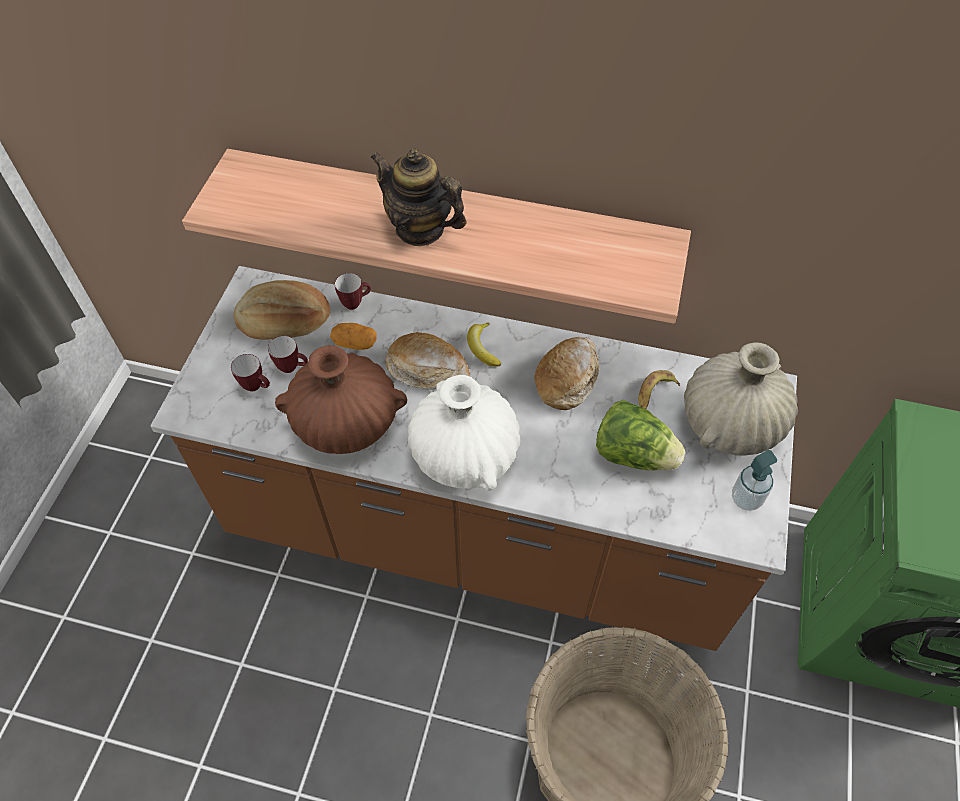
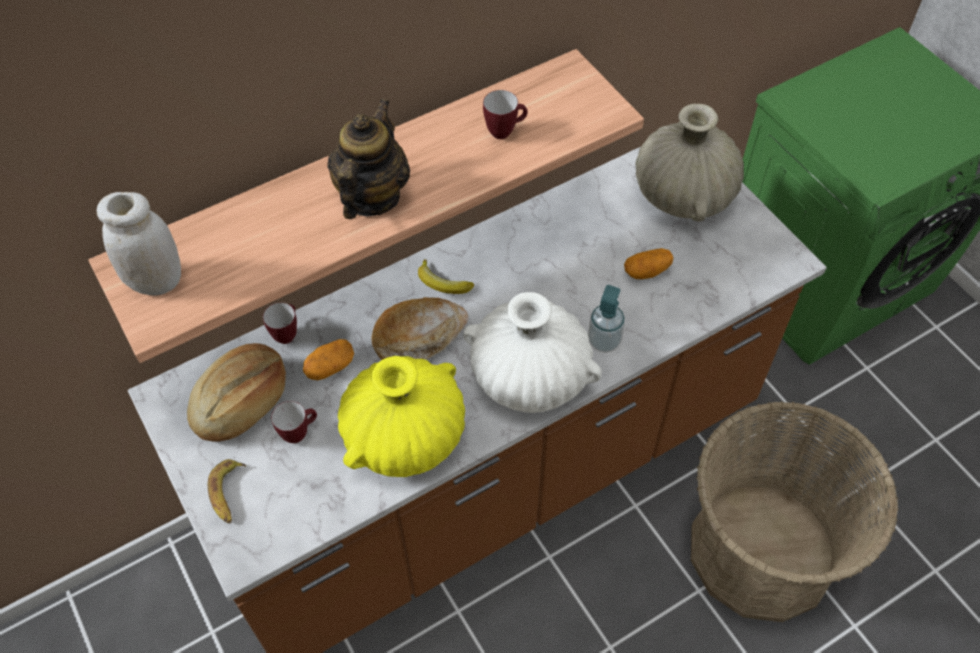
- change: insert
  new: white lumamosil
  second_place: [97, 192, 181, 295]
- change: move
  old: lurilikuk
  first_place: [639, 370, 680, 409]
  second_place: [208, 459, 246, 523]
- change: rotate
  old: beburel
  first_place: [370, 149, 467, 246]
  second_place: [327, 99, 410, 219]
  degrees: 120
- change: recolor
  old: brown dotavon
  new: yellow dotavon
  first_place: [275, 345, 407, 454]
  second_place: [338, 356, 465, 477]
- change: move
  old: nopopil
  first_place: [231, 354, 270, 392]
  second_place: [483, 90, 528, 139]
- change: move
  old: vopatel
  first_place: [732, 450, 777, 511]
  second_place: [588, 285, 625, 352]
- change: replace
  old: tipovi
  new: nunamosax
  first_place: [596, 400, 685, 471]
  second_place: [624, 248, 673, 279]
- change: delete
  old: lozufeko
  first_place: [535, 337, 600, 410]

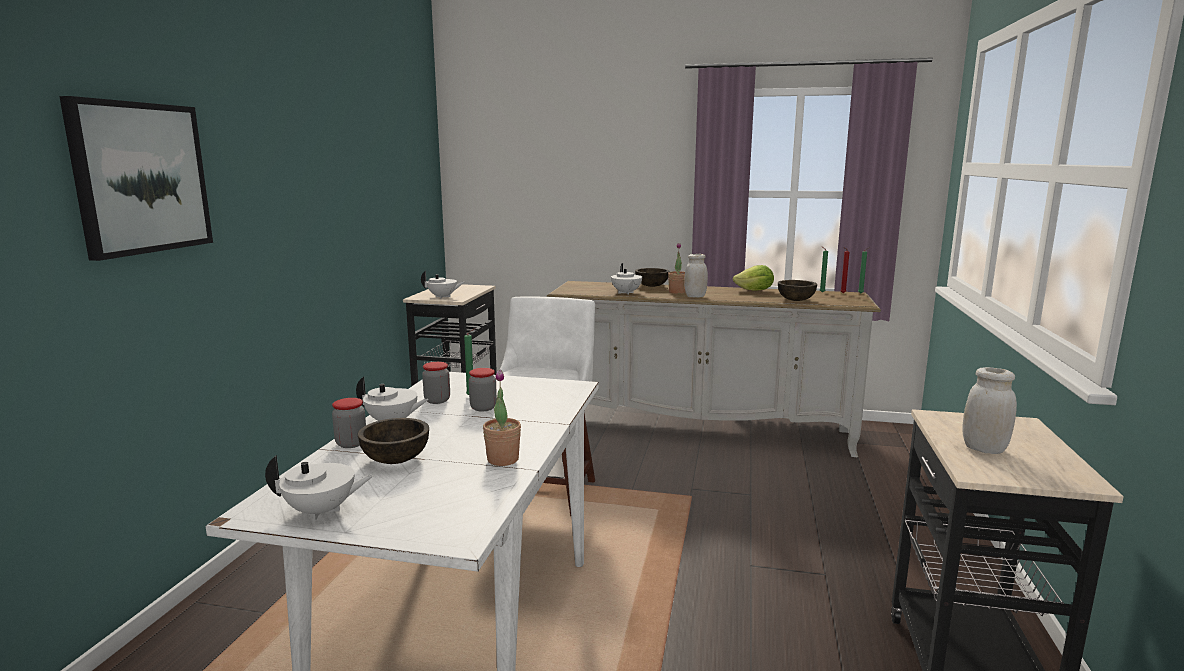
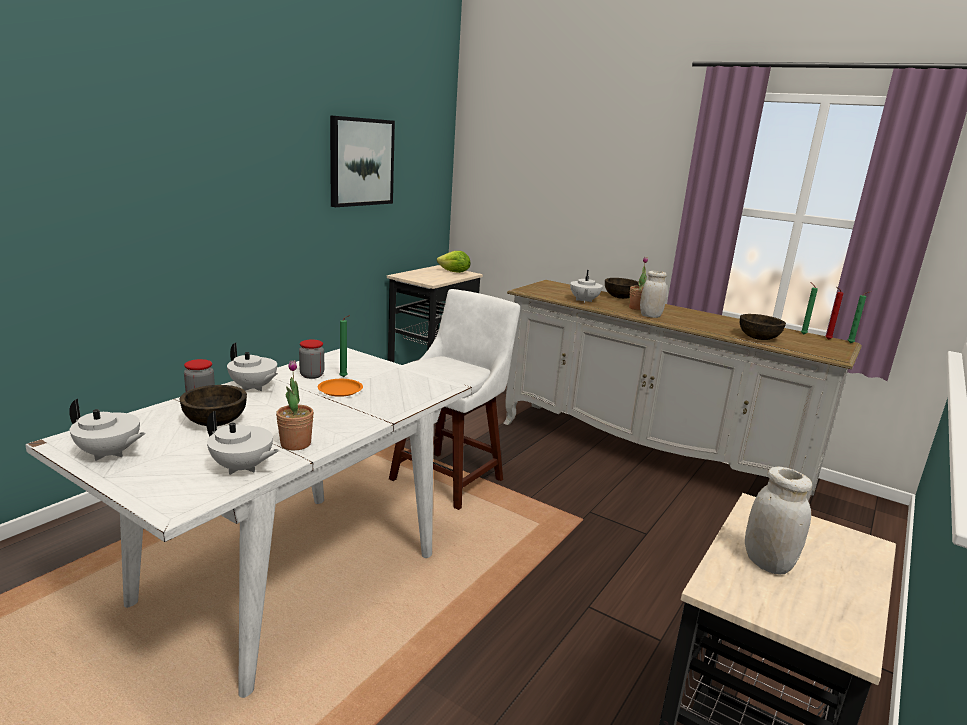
- change: move
  old: white beburel
  first_place: [421, 271, 464, 299]
  second_place: [207, 411, 279, 475]
- change: replace
  old: lumamosil
  new: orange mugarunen
  first_place: [469, 368, 497, 411]
  second_place: [318, 379, 363, 397]
- change: move
  old: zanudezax
  first_place: [59, 96, 213, 261]
  second_place: [330, 115, 395, 207]
- change: move
  old: tipovi
  first_place: [733, 265, 774, 291]
  second_place: [437, 251, 470, 273]

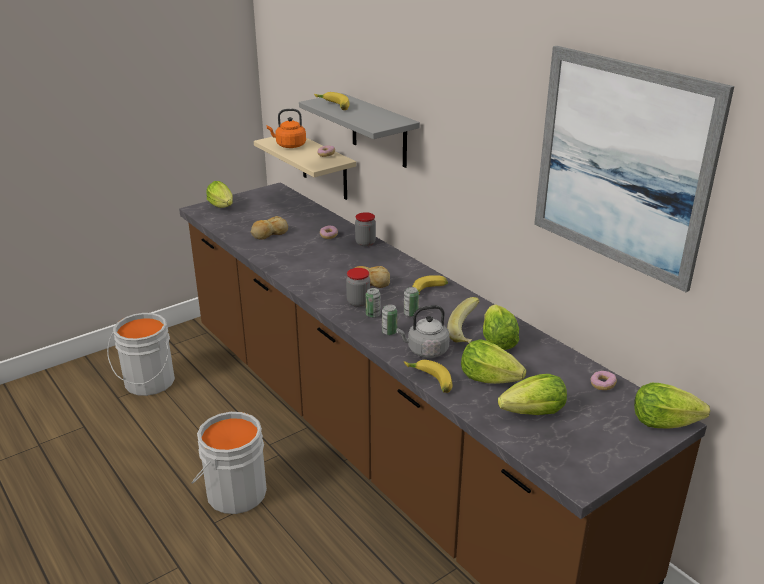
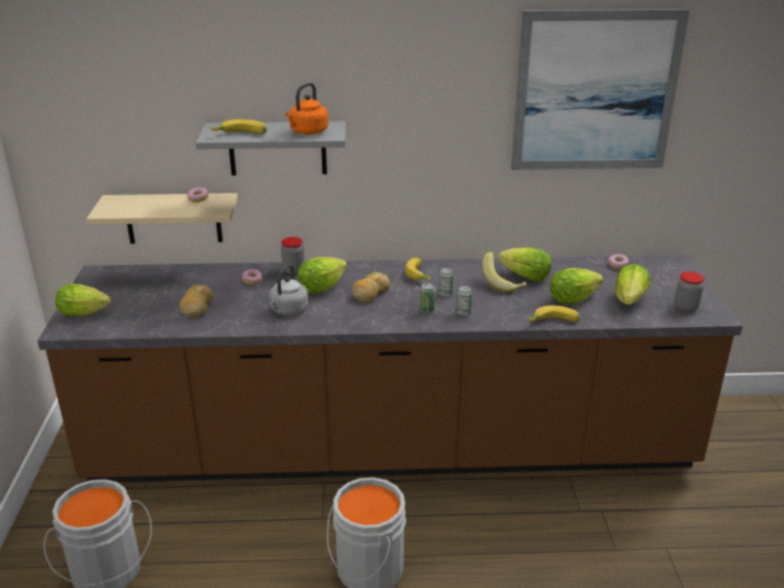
- change: move
  old: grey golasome
  first_place: [396, 305, 450, 358]
  second_place: [268, 264, 308, 315]
- change: move
  old: orange golasome
  first_place: [267, 109, 306, 148]
  second_place: [285, 83, 328, 135]
- change: move
  old: tipovi
  first_place: [634, 383, 710, 429]
  second_place: [297, 257, 347, 294]
- change: move
  old: lumamosil
  first_place: [346, 268, 370, 307]
  second_place: [674, 272, 704, 312]

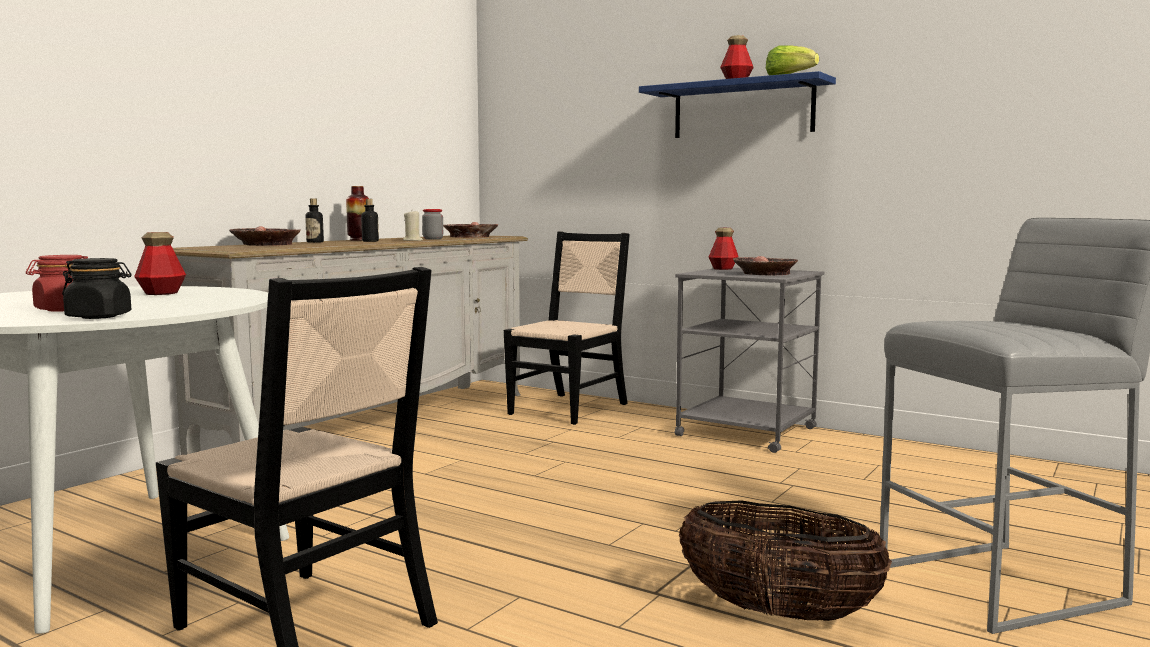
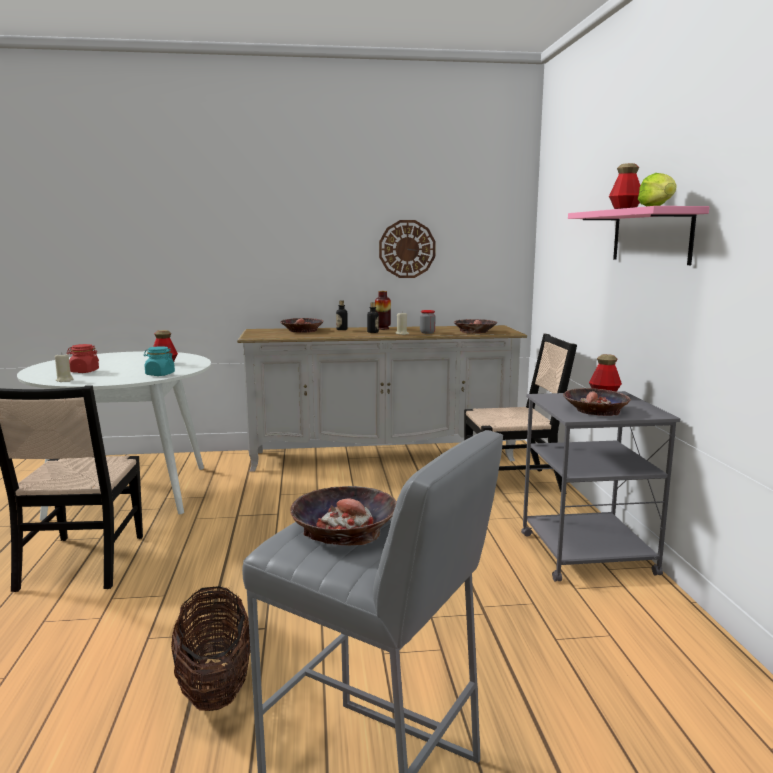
- change: replace
  old: black lumamosil
  new: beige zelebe
  first_place: [62, 258, 132, 319]
  second_place: [55, 354, 73, 382]
- change: insert
  new: turquoise lumamosil
  second_place: [144, 346, 175, 376]
- change: insert
  new: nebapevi
  second_place: [290, 486, 397, 545]
- change: insert
  new: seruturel
  second_place: [379, 220, 436, 278]
- change: recolor
  old: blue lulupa
  new: pink lulupa
  first_place: [639, 71, 836, 138]
  second_place: [568, 206, 709, 265]

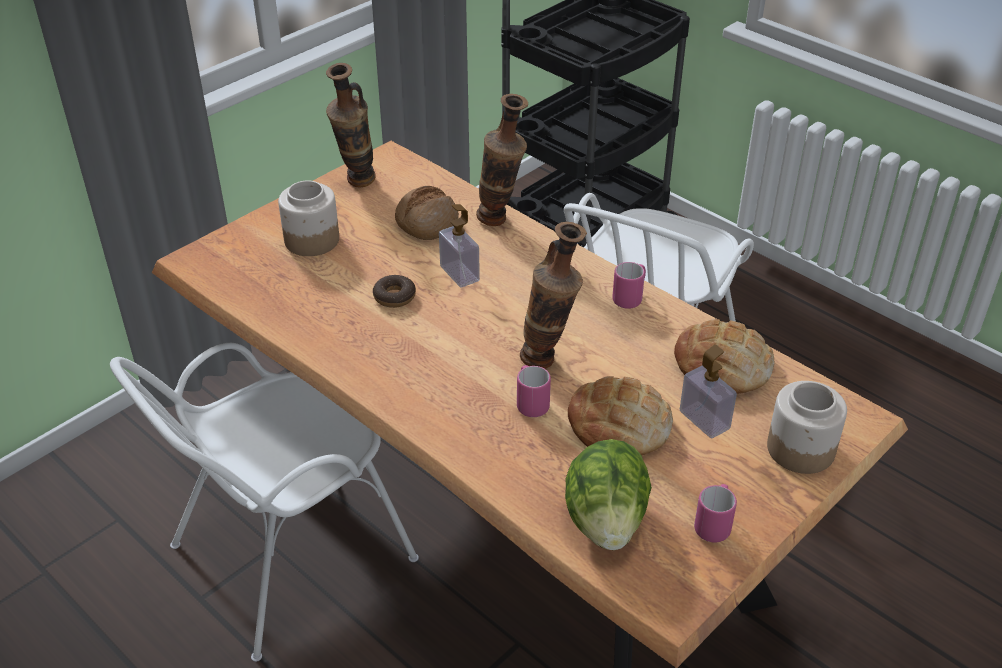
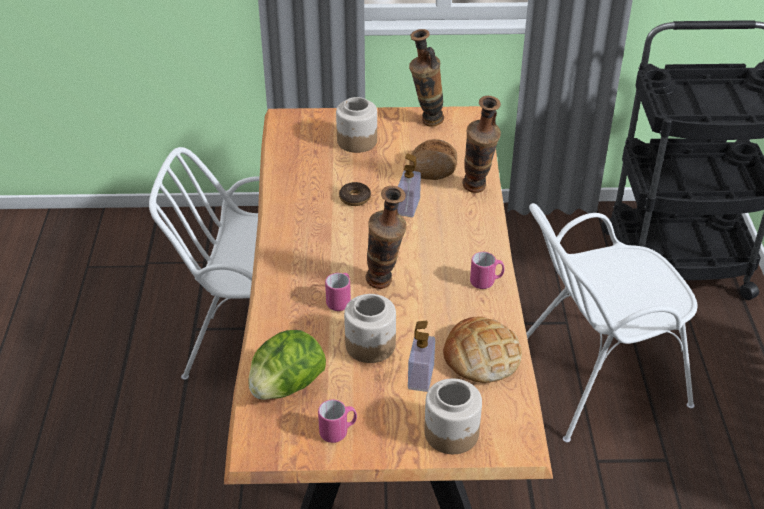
- change: replace
  old: lozufeko
  new: lumamosil
  first_place: [568, 376, 673, 455]
  second_place: [344, 294, 396, 363]

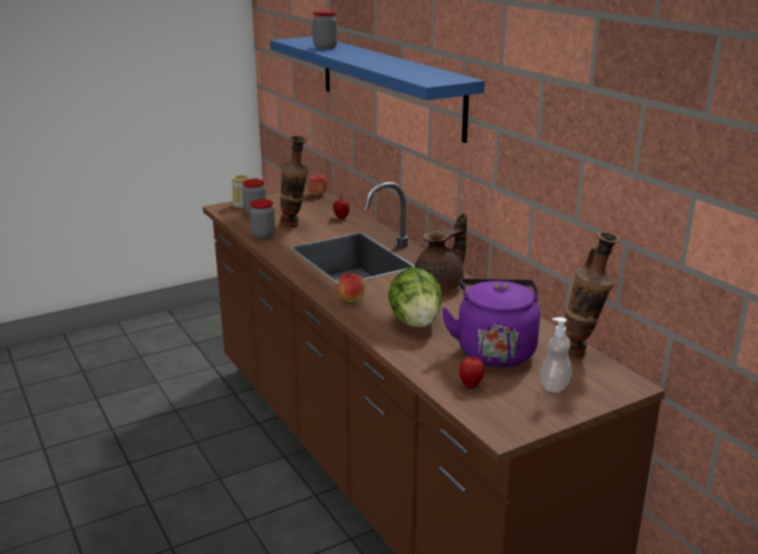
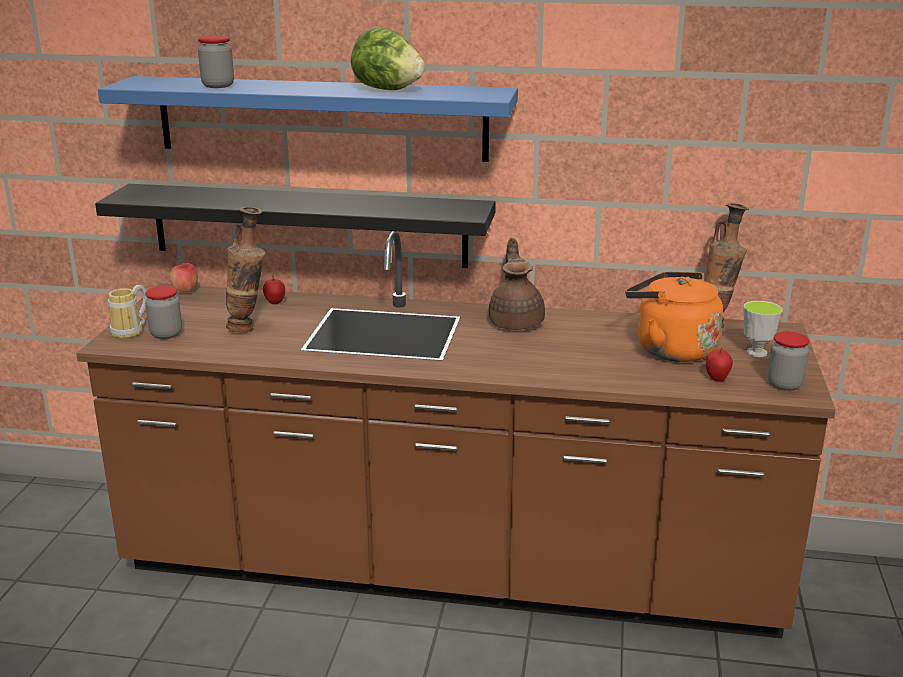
- change: insert
  new: black lulupa
  second_place: [95, 184, 496, 268]
- change: move
  old: tipovi
  first_place: [388, 267, 442, 328]
  second_place: [351, 27, 425, 90]
- change: recolor
  old: purple golasome
  new: orange golasome
  first_place: [441, 278, 540, 367]
  second_place: [625, 272, 723, 362]
- change: replace
  old: vopatel
  new: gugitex
  first_place: [541, 317, 572, 393]
  second_place: [744, 301, 783, 357]
- change: move
  old: lumamosil
  first_place: [249, 199, 275, 239]
  second_place: [767, 331, 810, 391]
- change: delete
  old: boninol
  first_place: [338, 273, 365, 302]

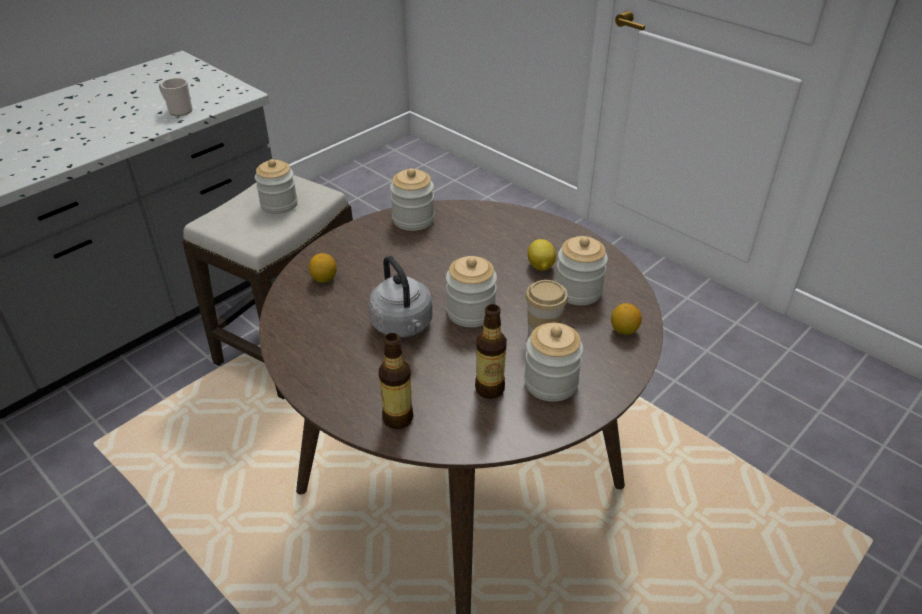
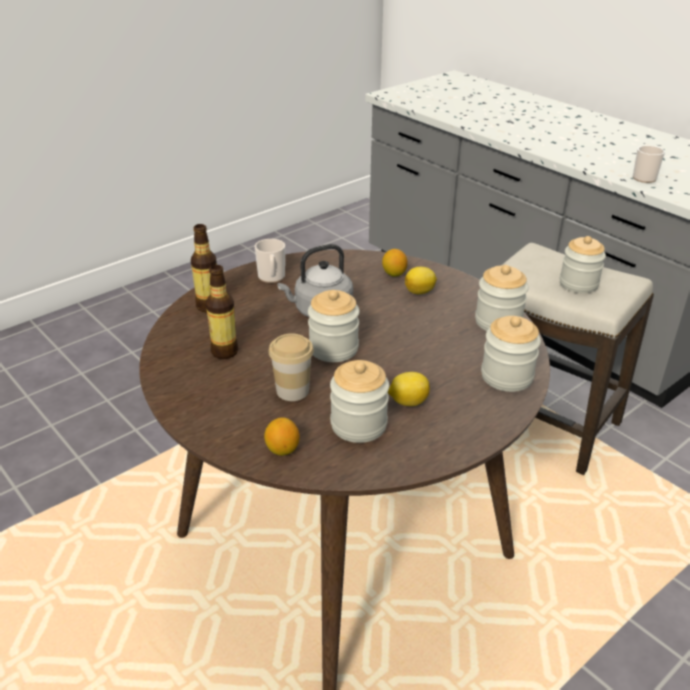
- change: insert
  new: nopopil
  second_place: [255, 239, 285, 283]
- change: insert
  new: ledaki
  second_place: [405, 267, 437, 294]
- change: move
  old: lumamosil
  first_place: [524, 323, 583, 402]
  second_place: [481, 316, 541, 392]

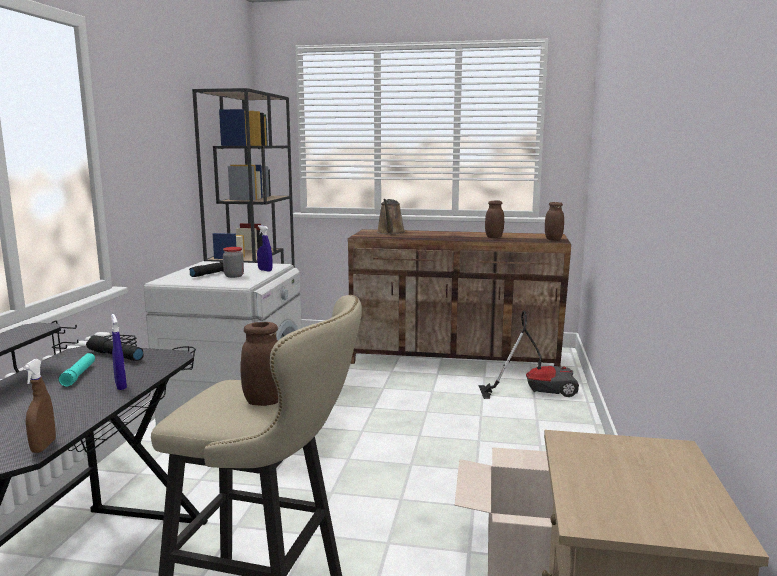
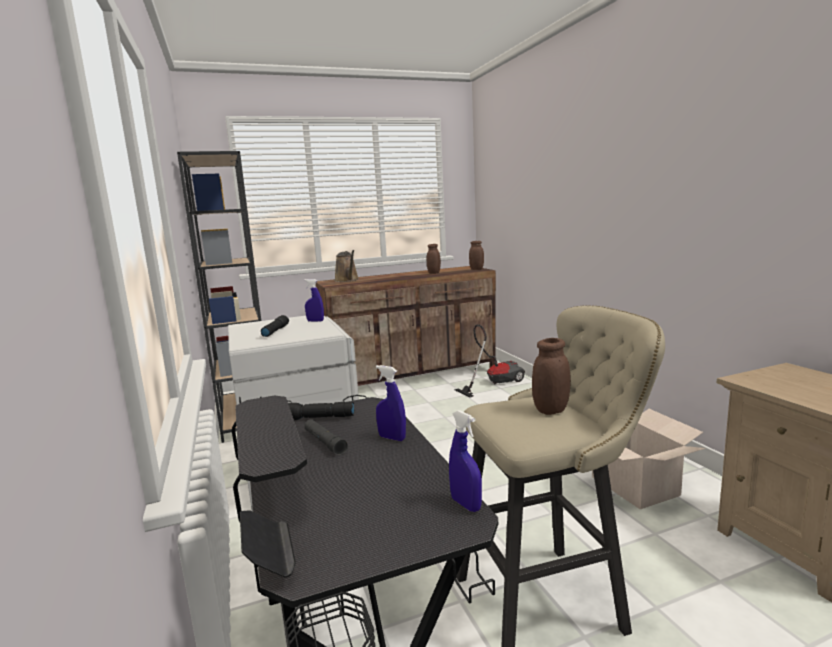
- change: recolor
  old: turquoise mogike
  new: black mogike
  first_place: [58, 353, 95, 387]
  second_place: [304, 419, 348, 455]
- change: recolor
  old: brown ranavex
  new: blue ranavex
  first_place: [23, 359, 56, 453]
  second_place: [449, 410, 482, 512]
- change: delete
  old: lumamosil
  first_place: [223, 247, 244, 278]

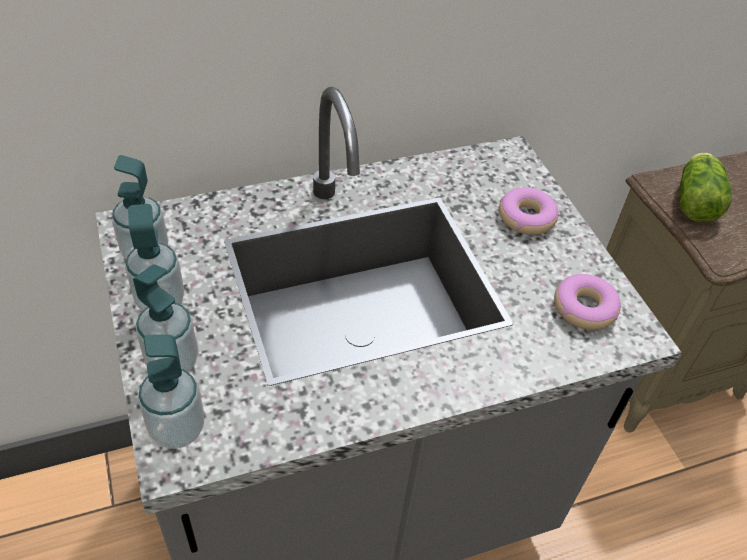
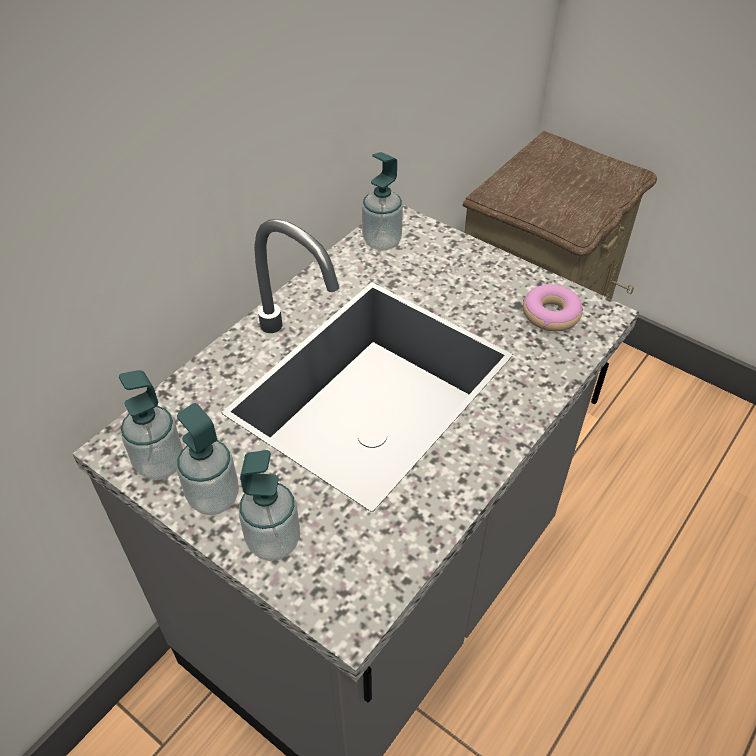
- change: move
  old: vopatel
  first_place: [138, 334, 204, 449]
  second_place: [362, 152, 403, 251]
- change: delete
  old: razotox
  first_place: [499, 187, 559, 235]
- change: delete
  old: tipovi
  first_place: [680, 152, 732, 223]

